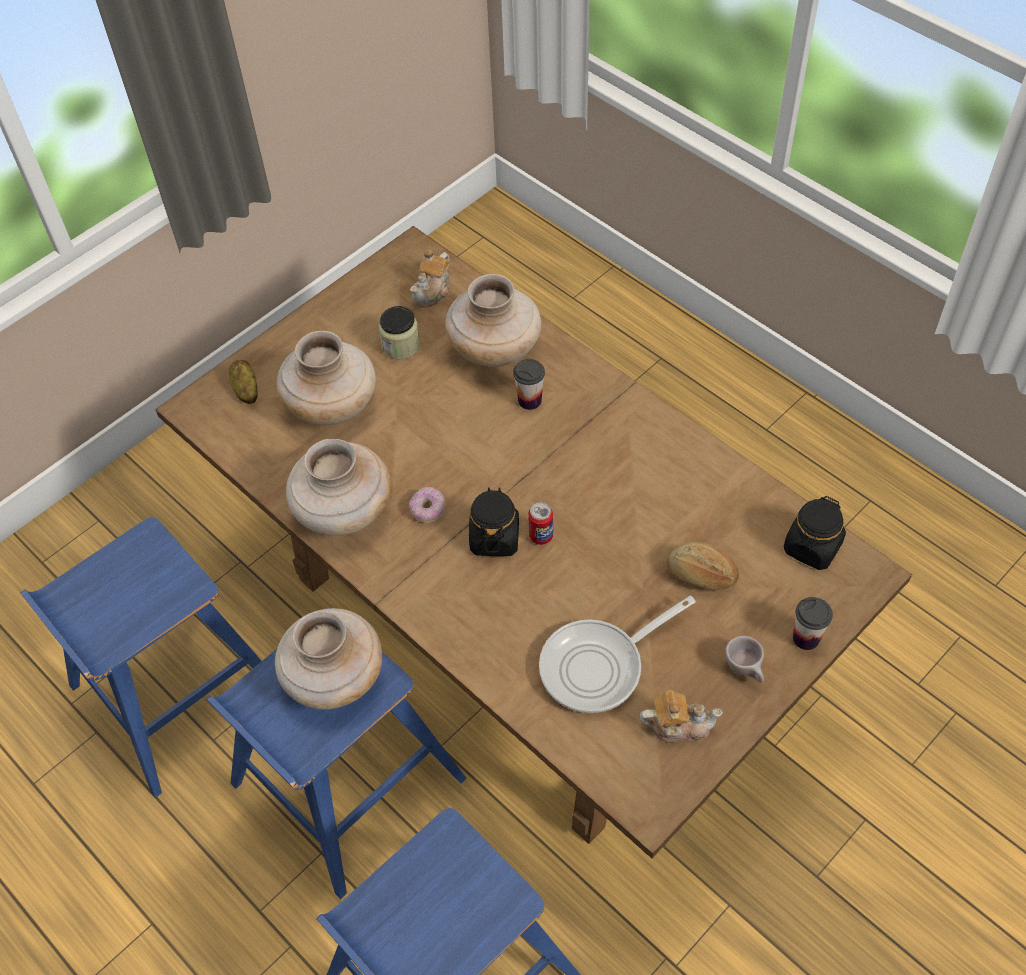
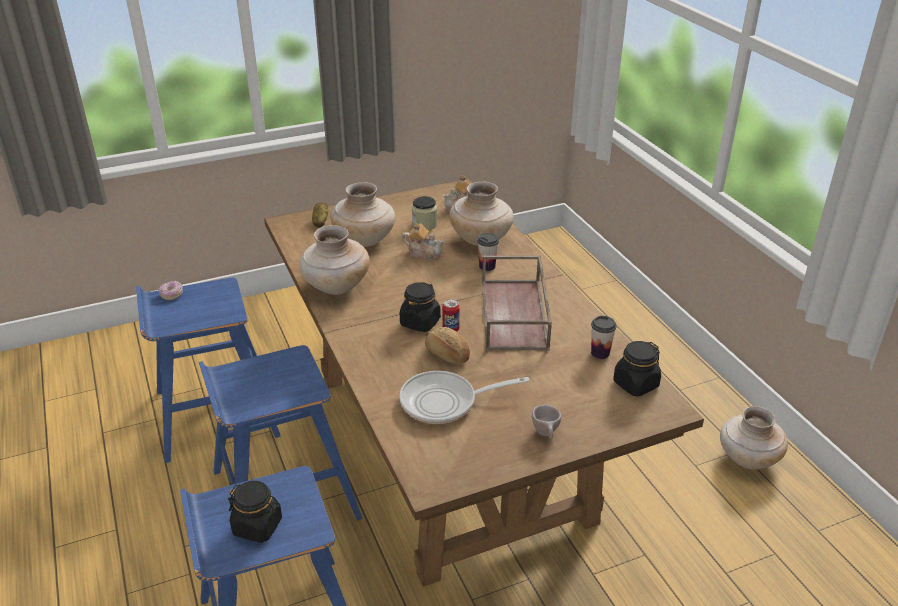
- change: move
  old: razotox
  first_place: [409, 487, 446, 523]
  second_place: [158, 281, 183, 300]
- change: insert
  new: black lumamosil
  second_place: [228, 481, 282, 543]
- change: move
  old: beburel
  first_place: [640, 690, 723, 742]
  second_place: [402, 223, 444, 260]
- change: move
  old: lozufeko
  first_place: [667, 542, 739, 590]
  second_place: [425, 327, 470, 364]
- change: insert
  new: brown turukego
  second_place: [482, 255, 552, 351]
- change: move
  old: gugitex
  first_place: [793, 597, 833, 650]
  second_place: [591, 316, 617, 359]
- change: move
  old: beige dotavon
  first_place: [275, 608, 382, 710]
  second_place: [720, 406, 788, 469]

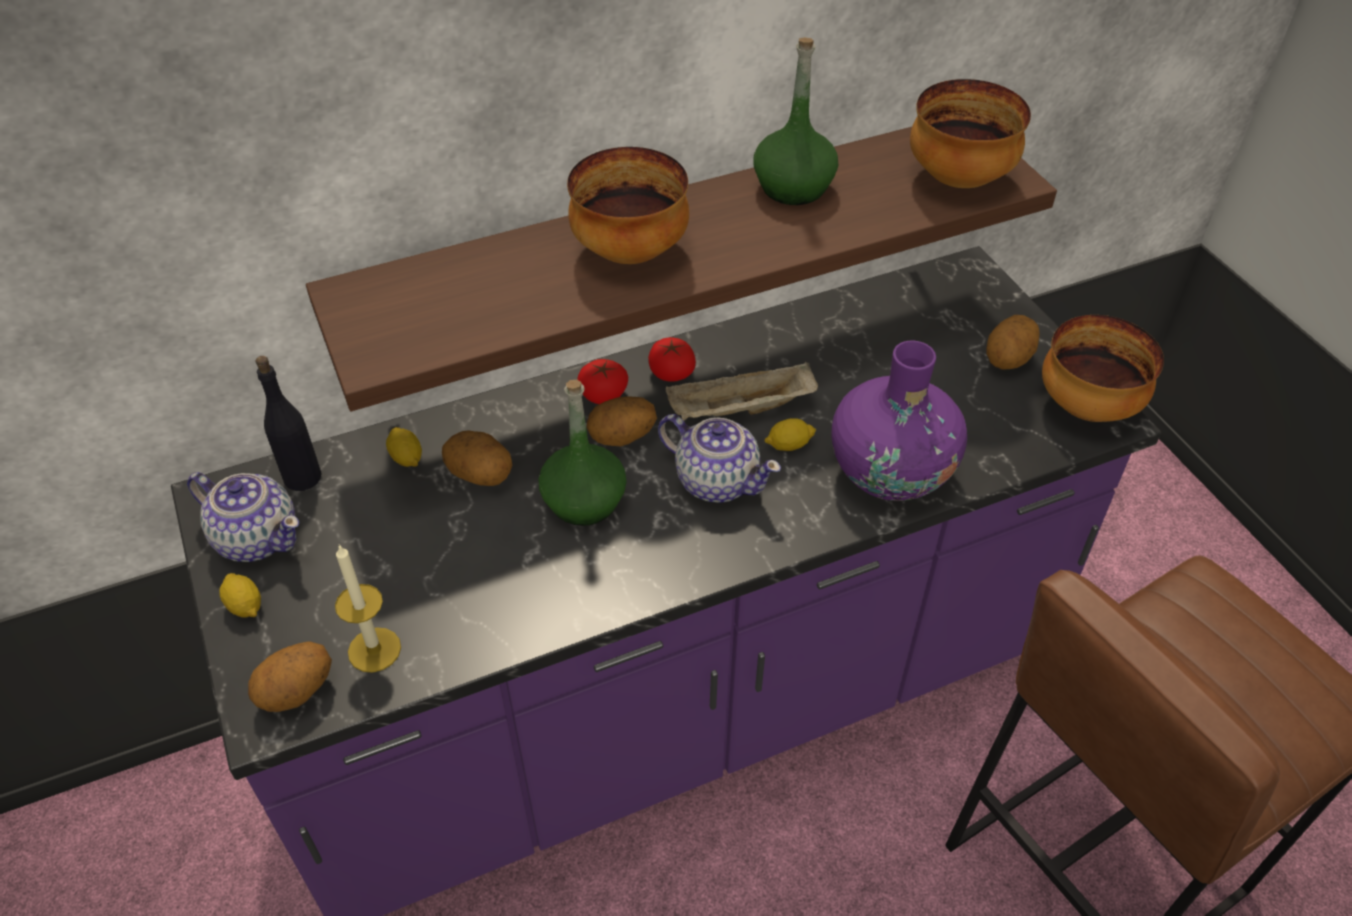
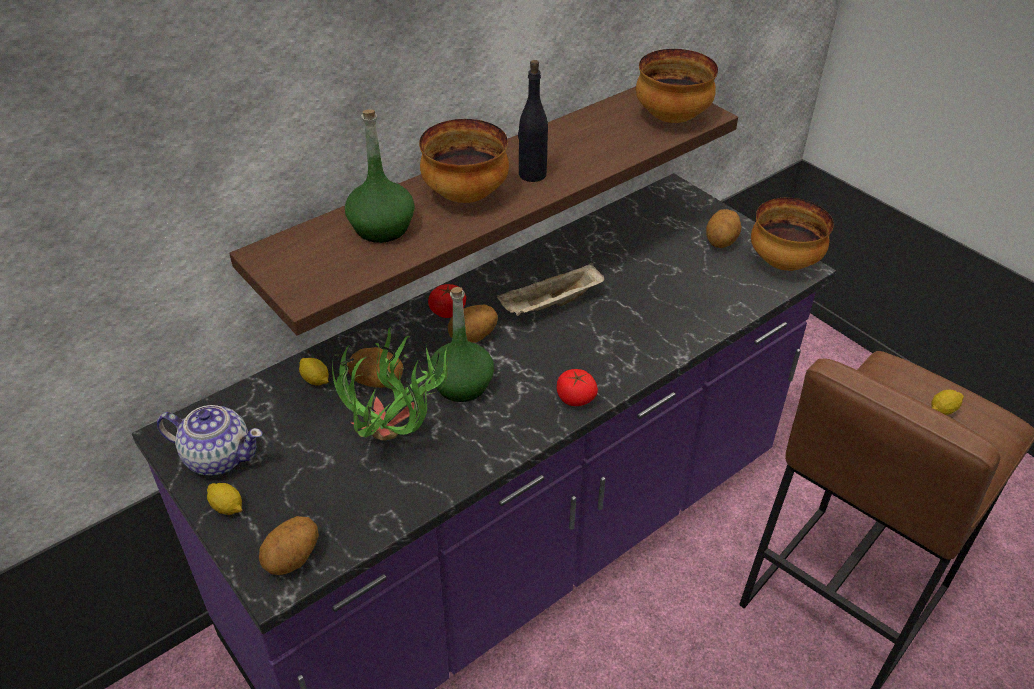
- change: insert
  new: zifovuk
  second_place: [332, 327, 449, 440]
- change: move
  old: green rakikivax
  first_place: [754, 37, 838, 205]
  second_place: [345, 109, 415, 243]
- change: move
  old: black rakikivax
  first_place: [255, 356, 322, 491]
  second_place: [518, 60, 548, 182]
- change: move
  old: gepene
  first_place: [648, 337, 696, 382]
  second_place: [557, 369, 598, 406]
- change: move
  old: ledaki
  first_place: [764, 418, 816, 451]
  second_place: [931, 389, 964, 415]
- change: delete
  old: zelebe
  first_place: [335, 544, 401, 673]
- change: delete
  old: beburel
  first_place: [658, 414, 781, 503]
- change: delete
  old: purple dotavon
  first_place: [832, 341, 967, 501]

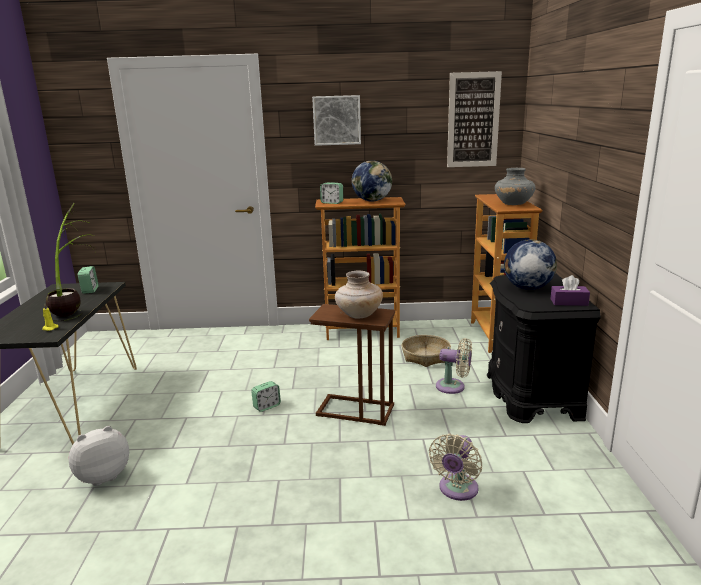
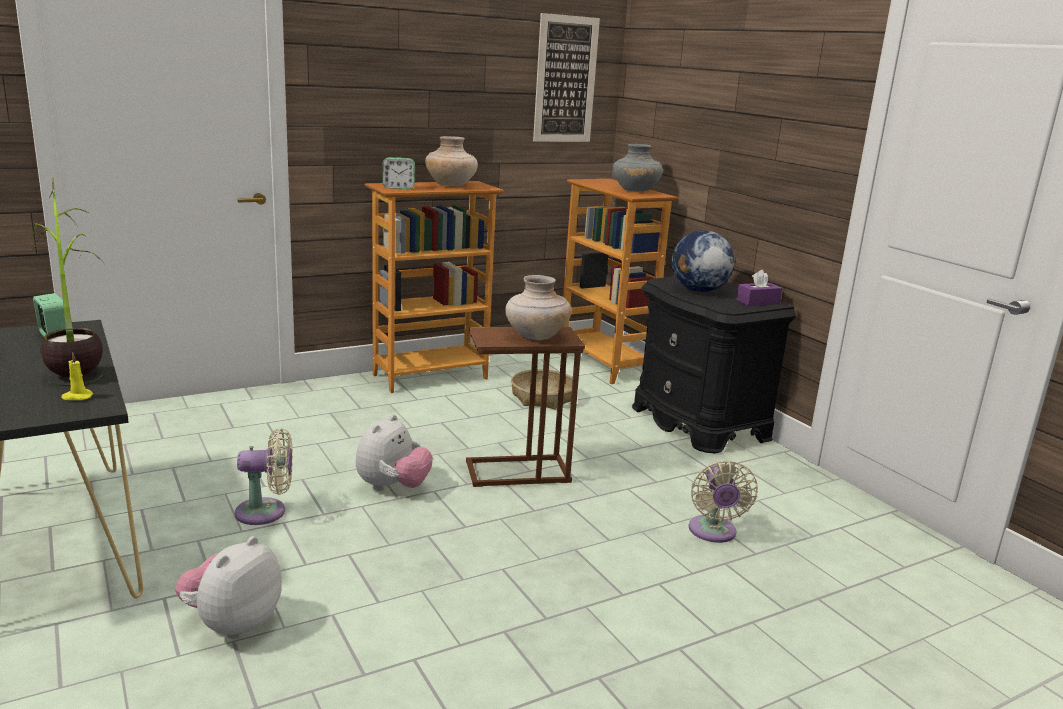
- change: move
  old: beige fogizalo
  first_place: [436, 338, 472, 394]
  second_place: [235, 428, 293, 525]
- change: replace
  old: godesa
  new: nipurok
  first_place: [251, 381, 281, 412]
  second_place: [356, 415, 433, 491]
- change: replace
  old: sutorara
  new: beige dotavon
  first_place: [352, 160, 392, 201]
  second_place: [425, 136, 478, 186]
- change: delete
  old: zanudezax
  first_place: [312, 95, 361, 146]

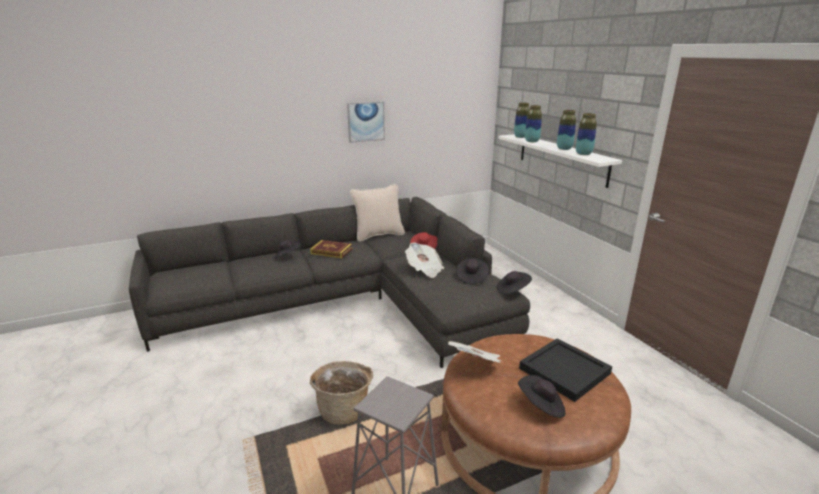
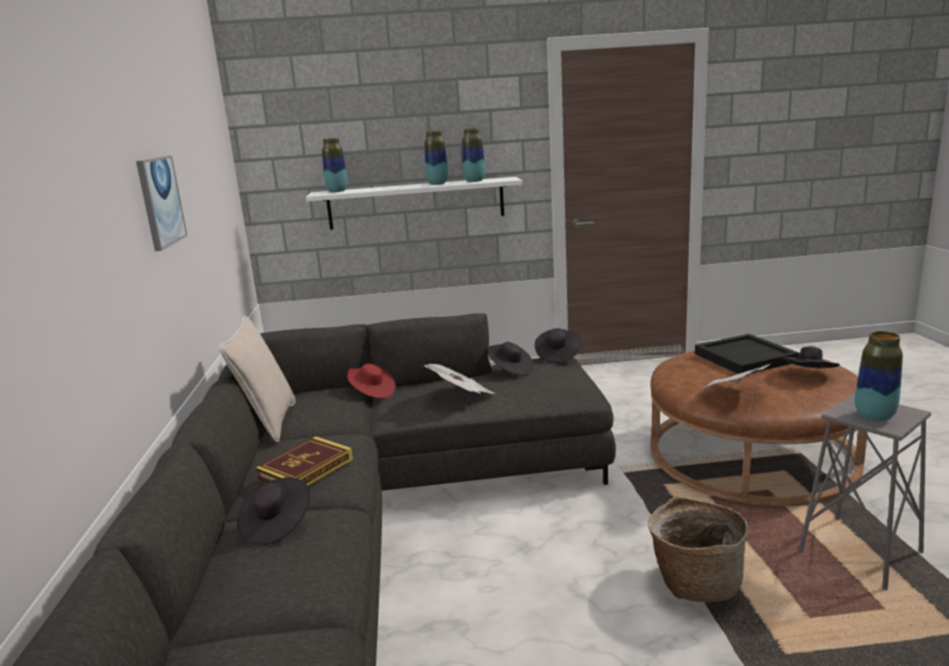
- change: move
  old: dotavon
  first_place: [525, 105, 542, 142]
  second_place: [855, 331, 903, 421]

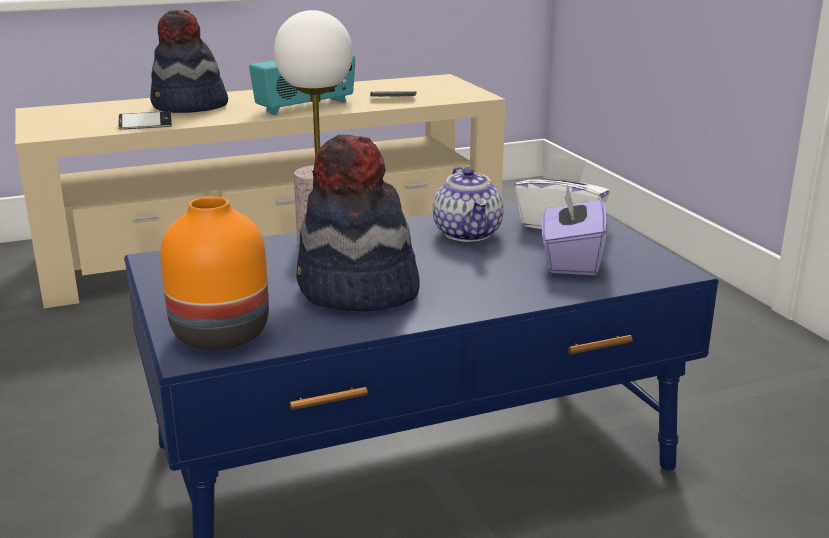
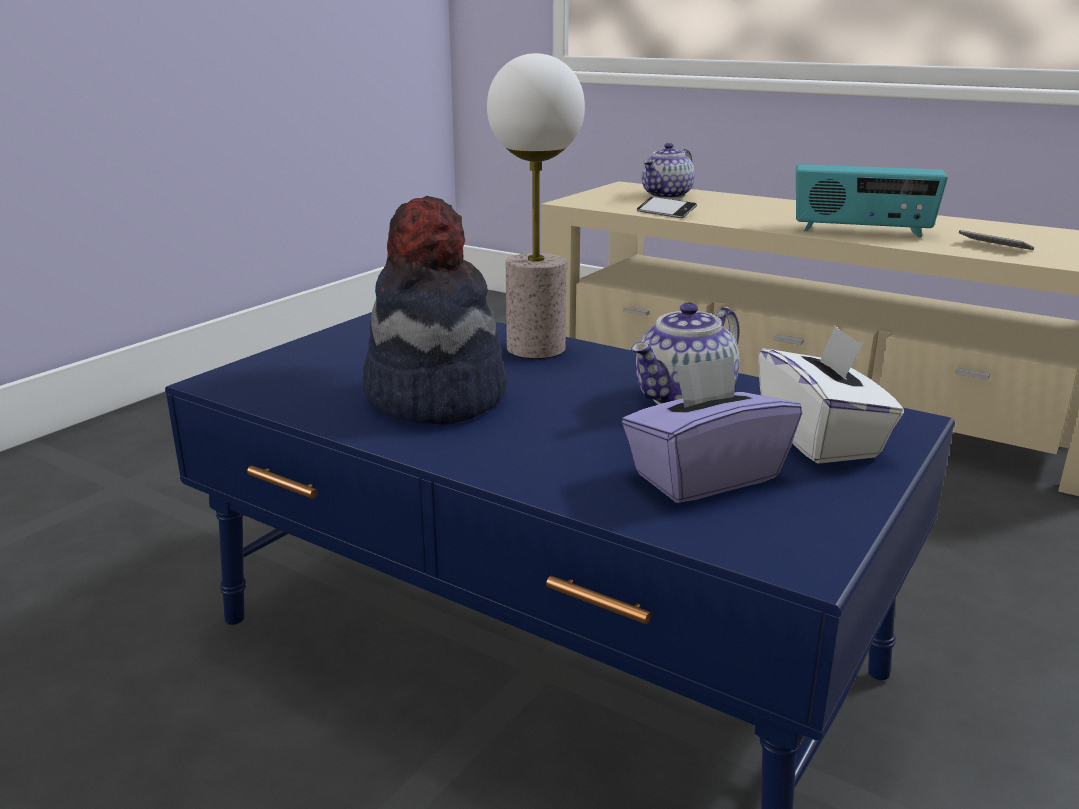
- change: insert
  new: beburel
  second_place: [642, 143, 695, 199]
- change: delete
  old: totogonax
  first_place: [150, 10, 228, 113]
- change: delete
  old: orange dotavon
  first_place: [160, 196, 269, 350]

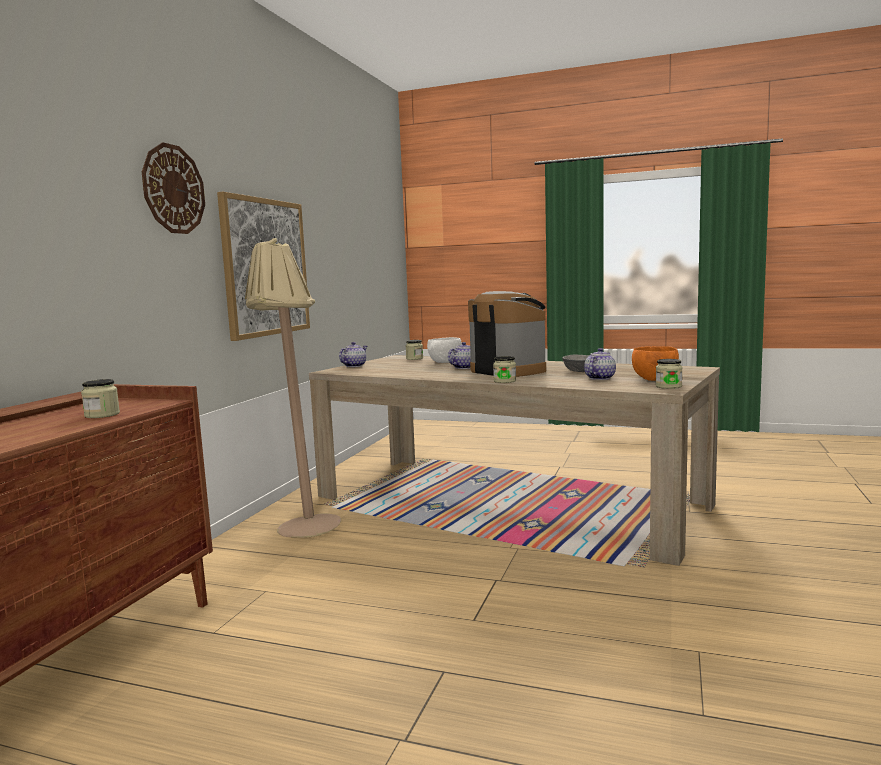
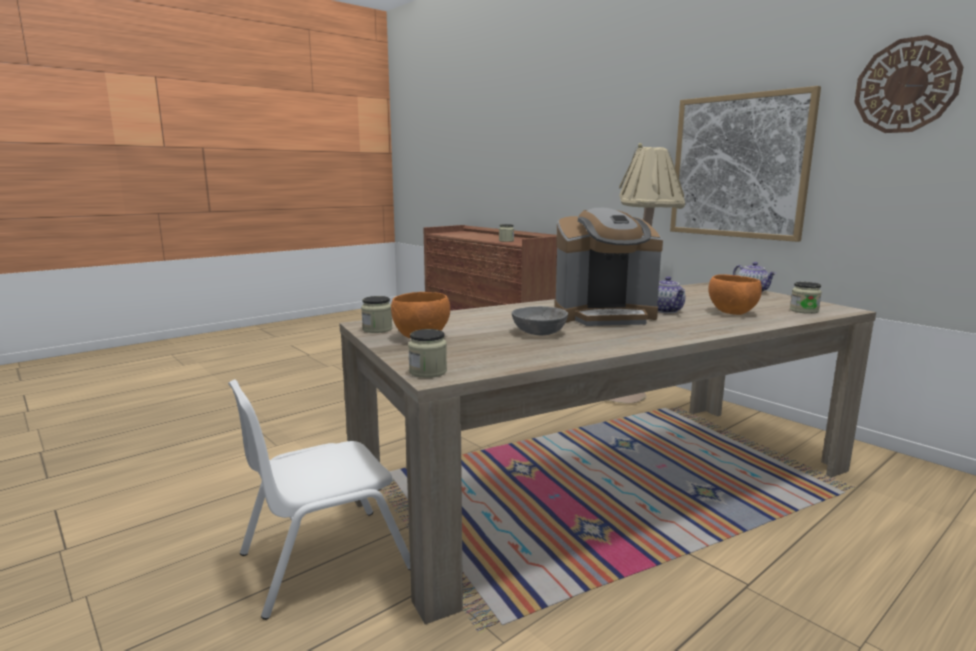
- change: insert
  new: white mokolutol
  second_place: [228, 379, 410, 620]
- change: move
  old: lumamosil
  first_place: [493, 356, 516, 383]
  second_place: [408, 329, 447, 378]
- change: recolor
  old: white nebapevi
  new: orange nebapevi
  first_place: [427, 337, 462, 363]
  second_place: [708, 274, 762, 315]
- change: move
  old: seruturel
  first_place: [142, 142, 205, 234]
  second_place: [854, 35, 963, 133]
- change: delete
  old: beburel
  first_place: [584, 348, 616, 380]

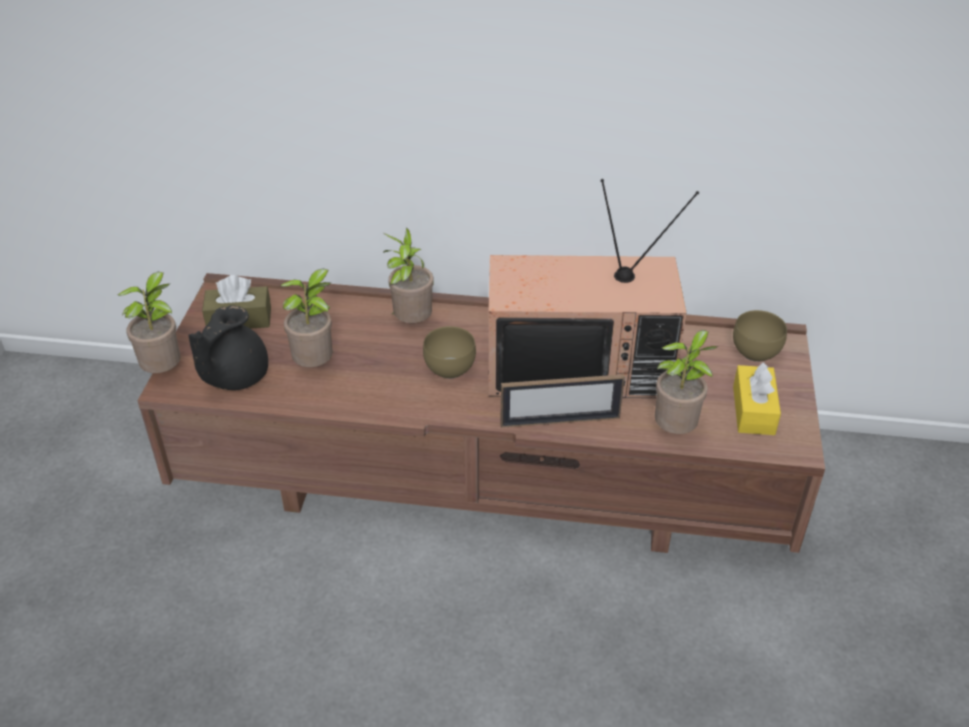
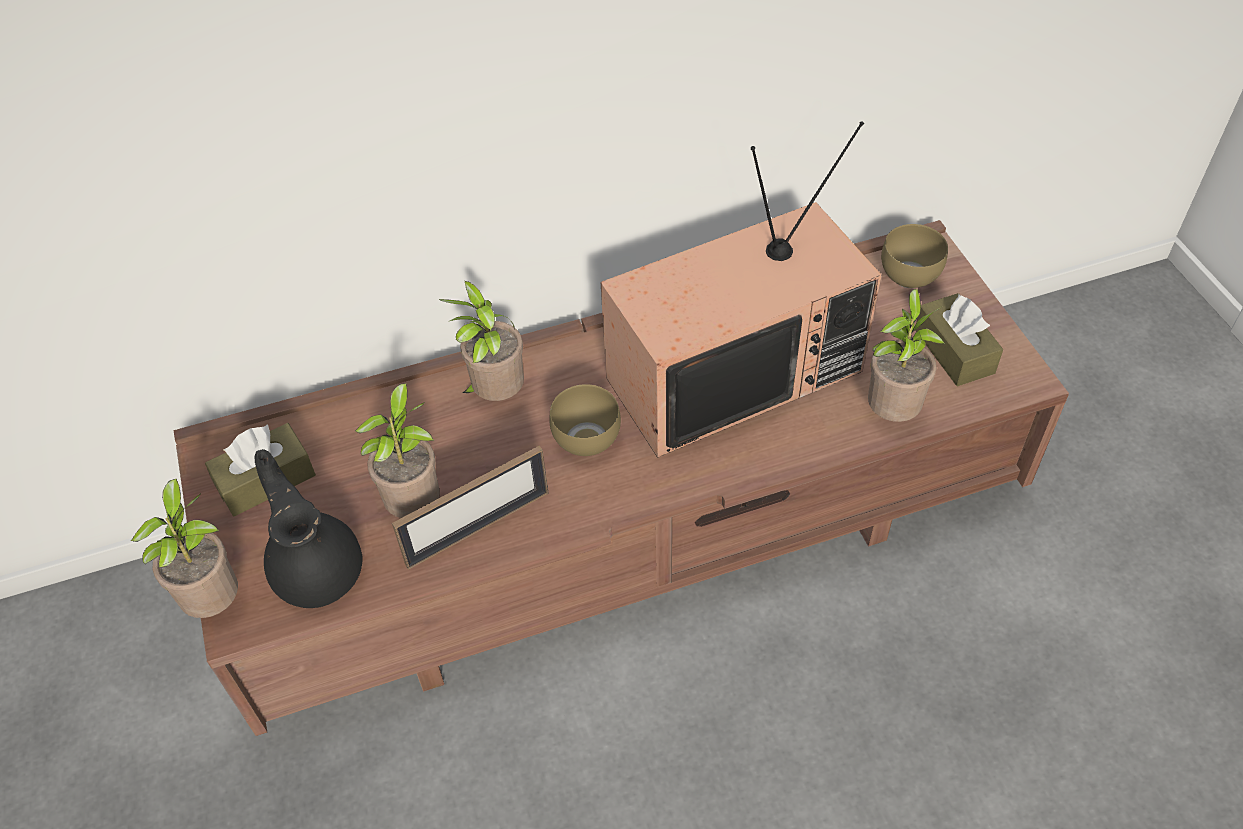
- change: rotate
  old: black beburel
  first_place: [188, 305, 268, 390]
  second_place: [255, 449, 362, 608]
  degrees: 150
- change: move
  old: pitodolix
  first_place: [500, 374, 625, 428]
  second_place: [392, 446, 548, 570]
- change: recolor
  old: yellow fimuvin
  new: brown fimuvin
  first_place: [733, 362, 781, 435]
  second_place: [915, 293, 1003, 386]

